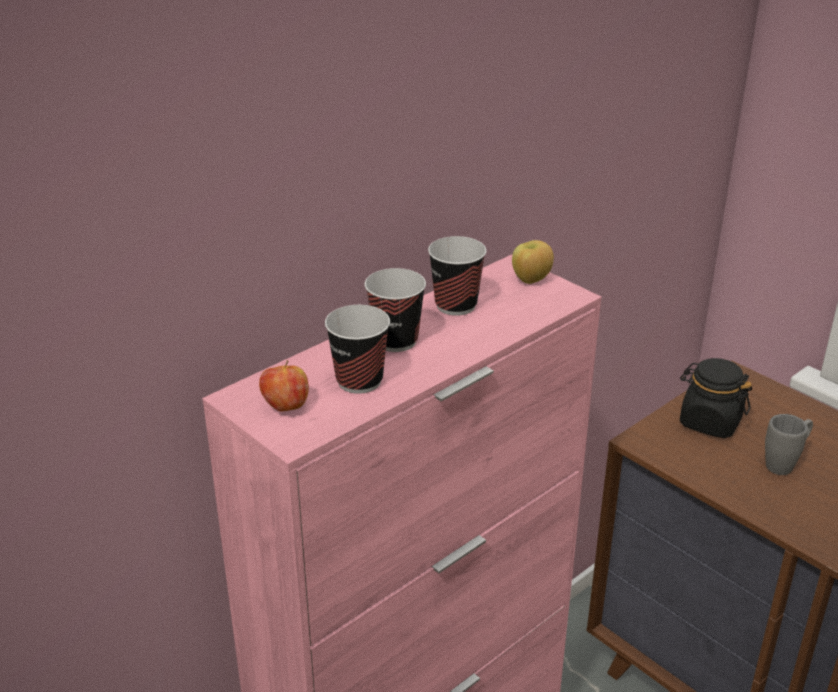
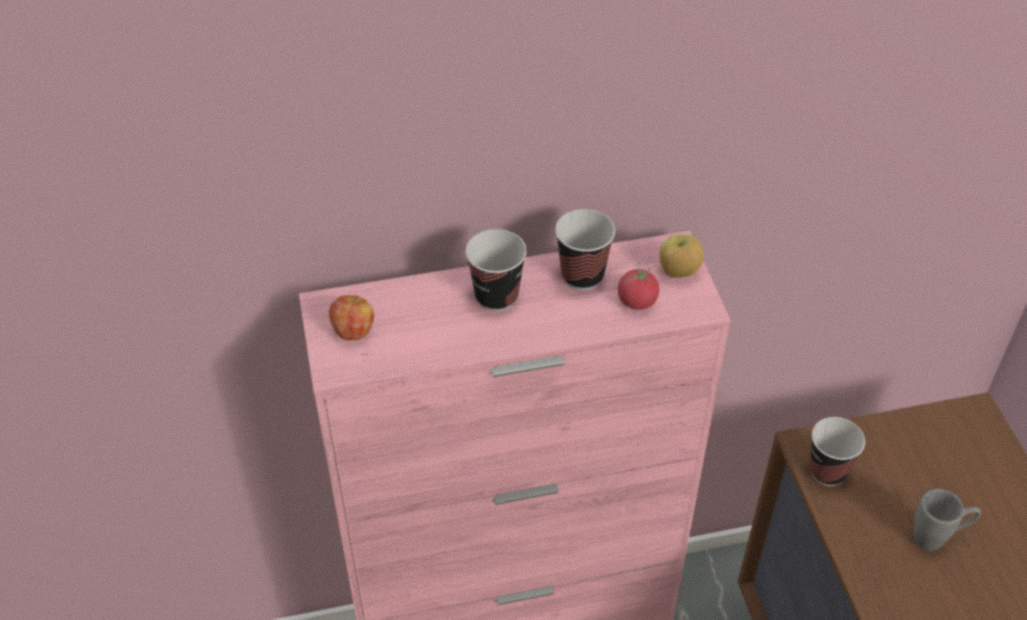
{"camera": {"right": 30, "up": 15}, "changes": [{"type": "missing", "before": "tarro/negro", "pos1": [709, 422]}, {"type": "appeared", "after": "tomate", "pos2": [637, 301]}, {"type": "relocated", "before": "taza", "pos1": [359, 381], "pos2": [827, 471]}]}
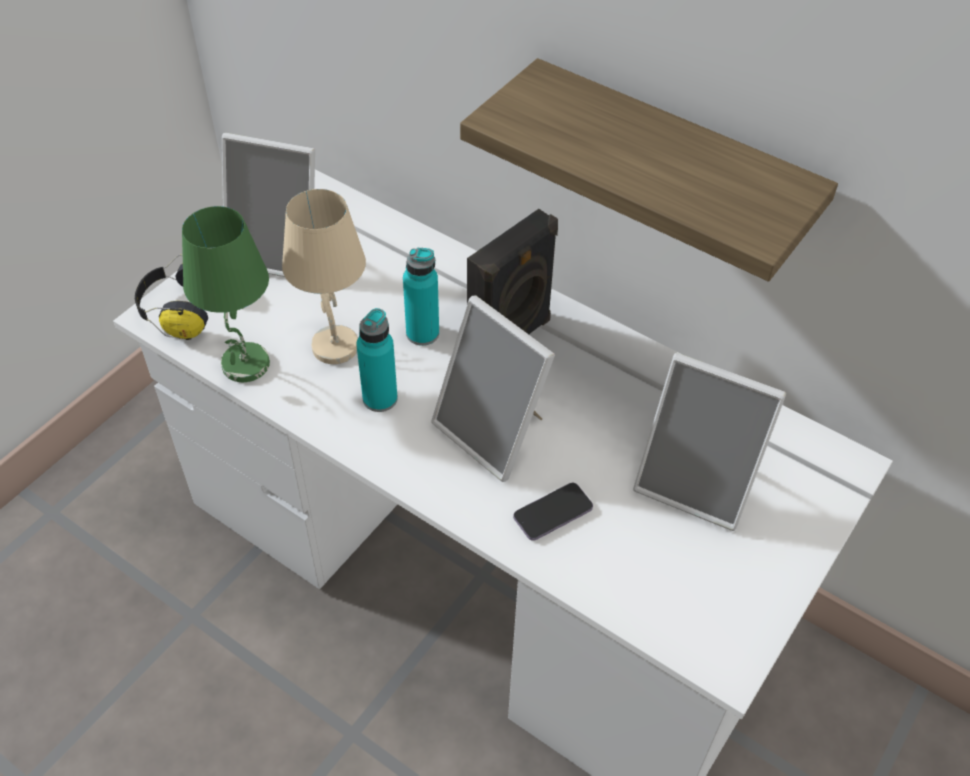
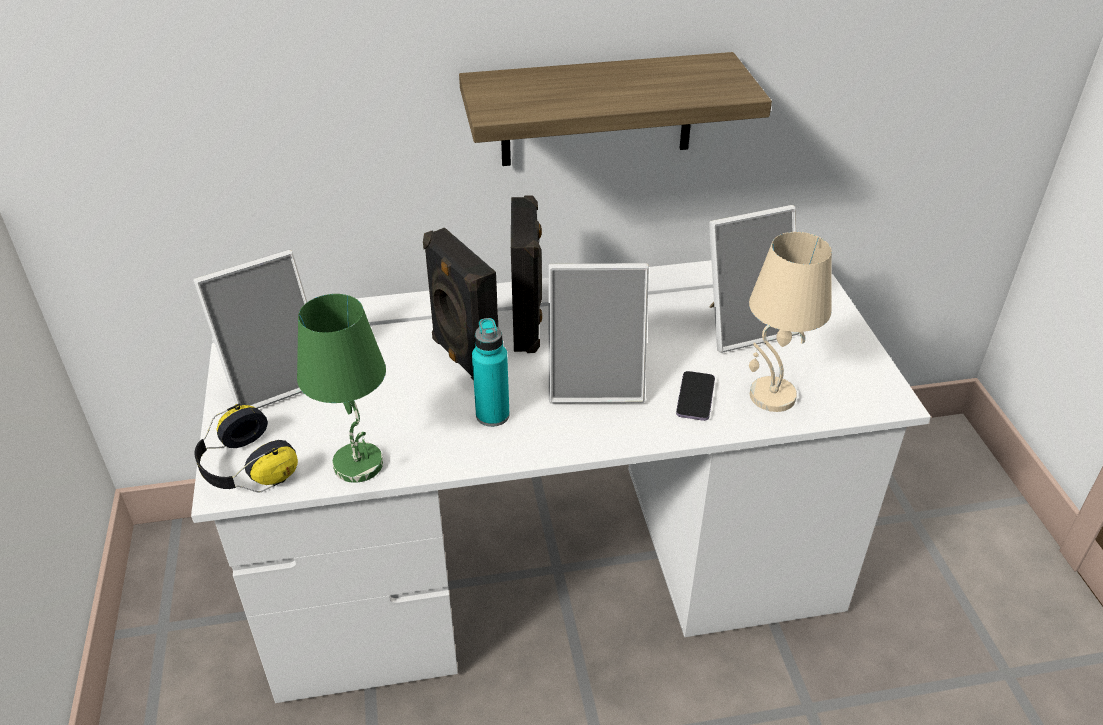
{"camera": {"right": -45, "up": -10}, "changes": [{"type": "relocated", "before": "lámpara de mesa/beis", "pos1": [334, 346], "pos2": [771, 396]}, {"type": "exchanged", "before": "botella/turquesa", "after": "altavoz/negro", "pos1": [422, 333], "pos2": [463, 359]}]}
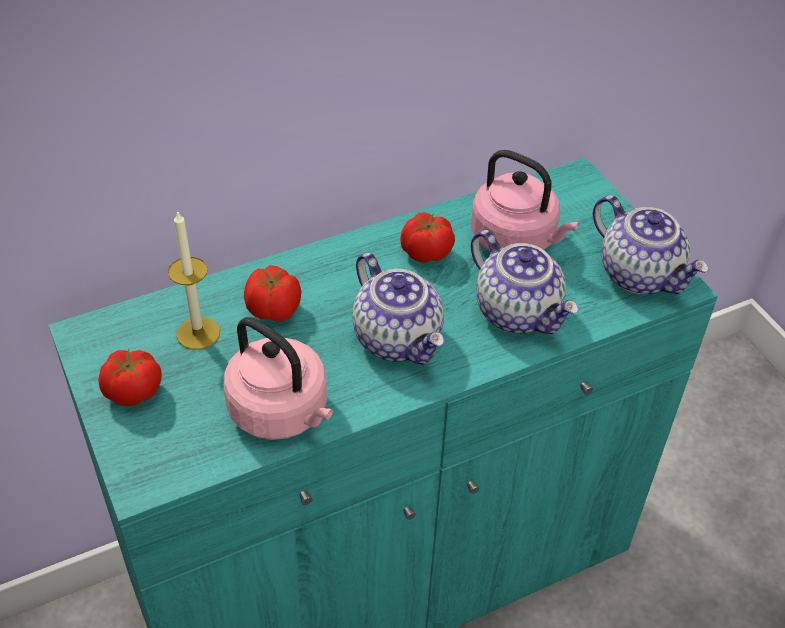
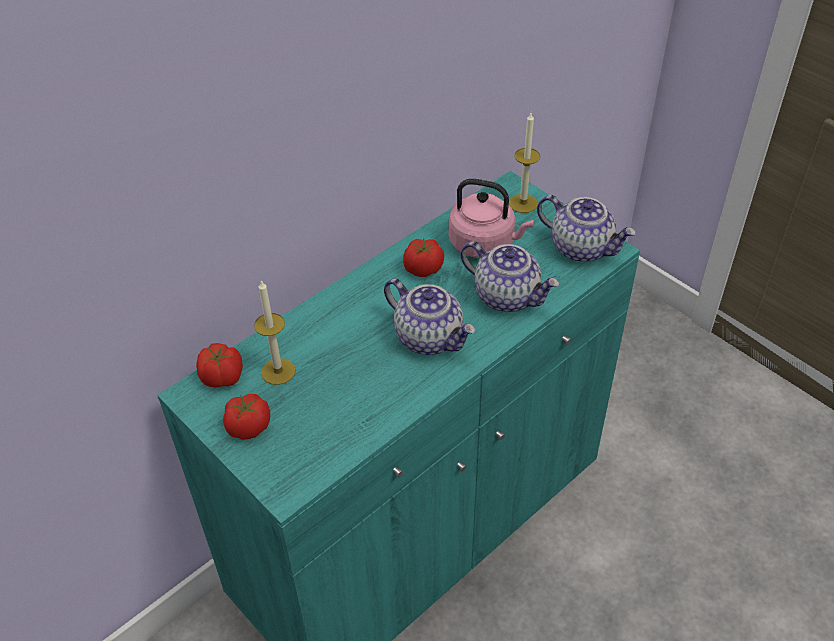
{"camera": {"right": -15, "up": 0}, "changes": [{"type": "missing", "before": "hervidor/rosa", "pos1": [282, 413]}, {"type": "appeared", "after": "vela", "pos2": [523, 203]}, {"type": "relocated", "before": "tomate", "pos1": [274, 310], "pos2": [223, 378]}]}
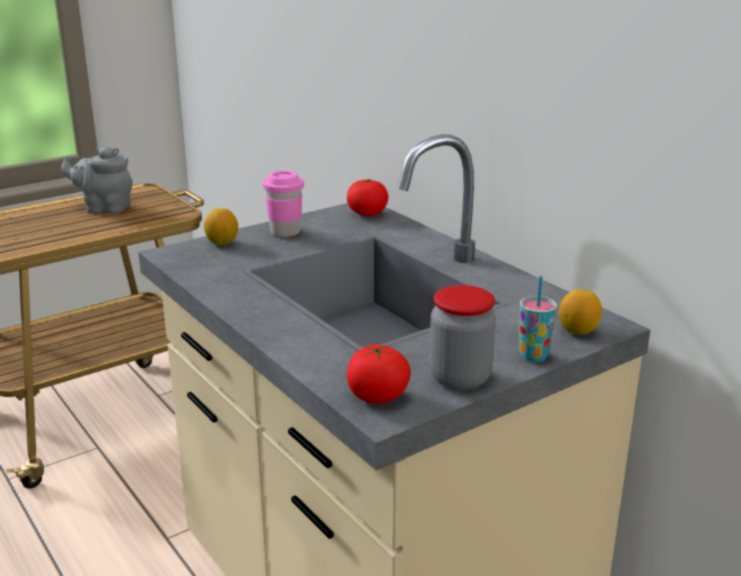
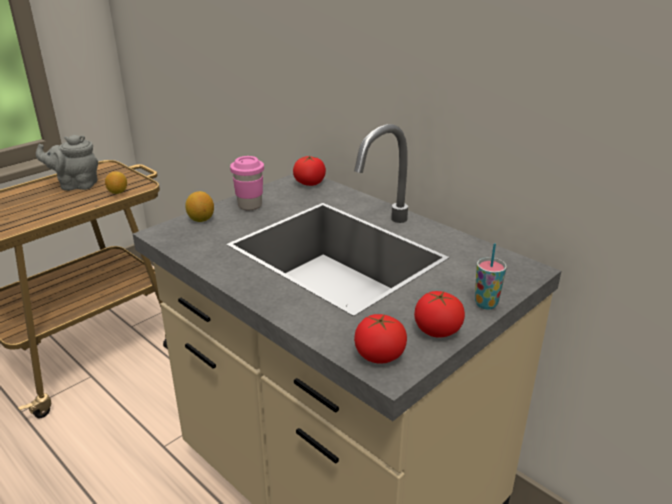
{"camera": {"right": -10, "up": 5}, "changes": [{"type": "relocated", "before": "limón", "pos1": [578, 331], "pos2": [117, 192]}, {"type": "exchanged", "before": "tarro", "after": "tomate", "pos1": [460, 378], "pos2": [437, 330]}]}
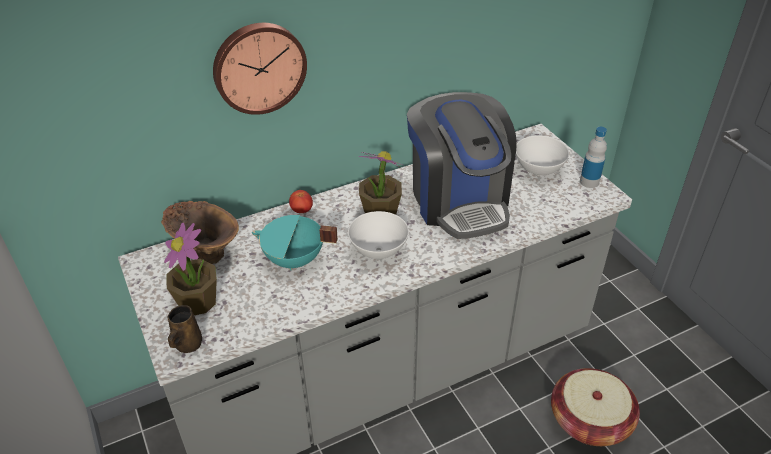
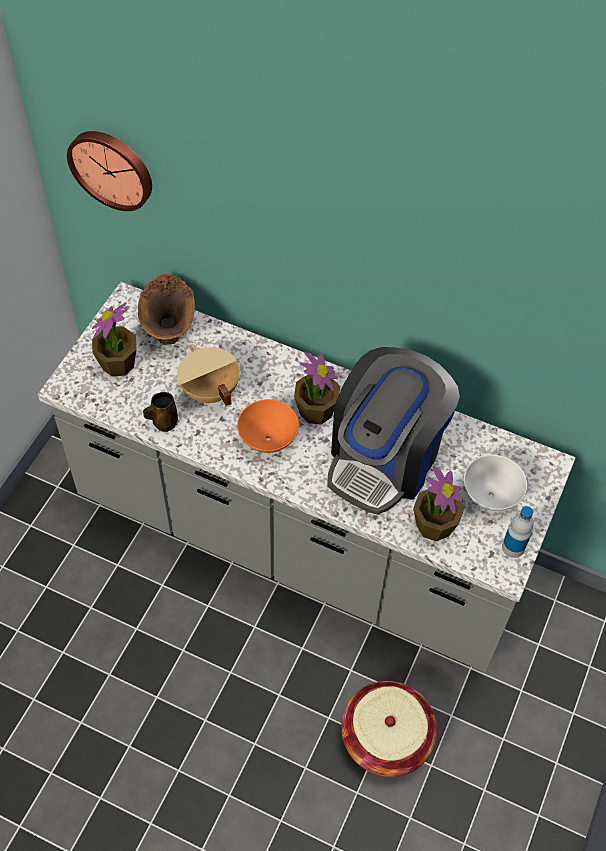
{"camera": {"right": 50, "up": 15}, "changes": [{"type": "missing", "before": "tomate", "pos1": [301, 210]}, {"type": "appeared", "after": "planta en maceta", "pos2": [434, 525]}, {"type": "relocated", "before": "taza grande/marrón", "pos1": [187, 345], "pos2": [163, 422]}, {"type": "relocated", "before": "reloj de pared", "pos1": [258, 67], "pos2": [112, 168]}, {"type": "colour", "before": "olla/turquesa", "after": "olla/beis", "pos1": [294, 260], "pos2": [209, 391]}, {"type": "colour", "before": "cuenco/blanco", "after": "cuenco/naranja", "pos1": [379, 252], "pos2": [267, 440]}]}
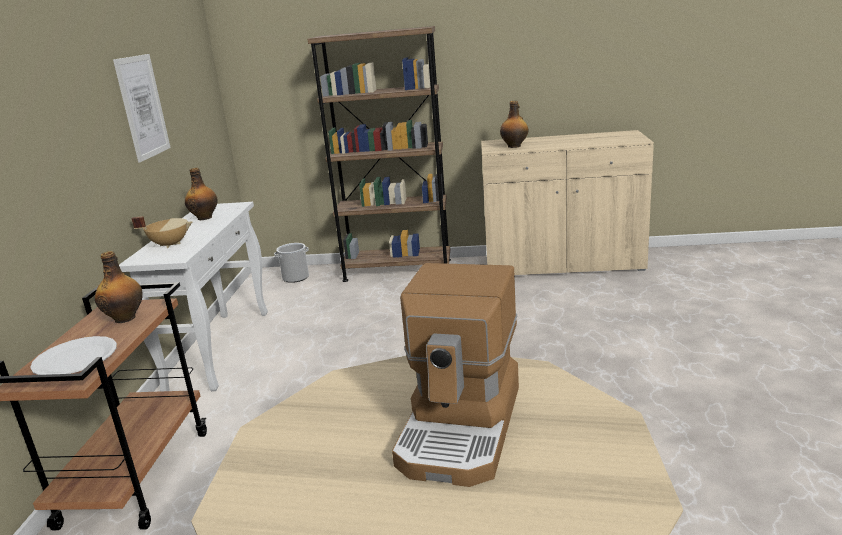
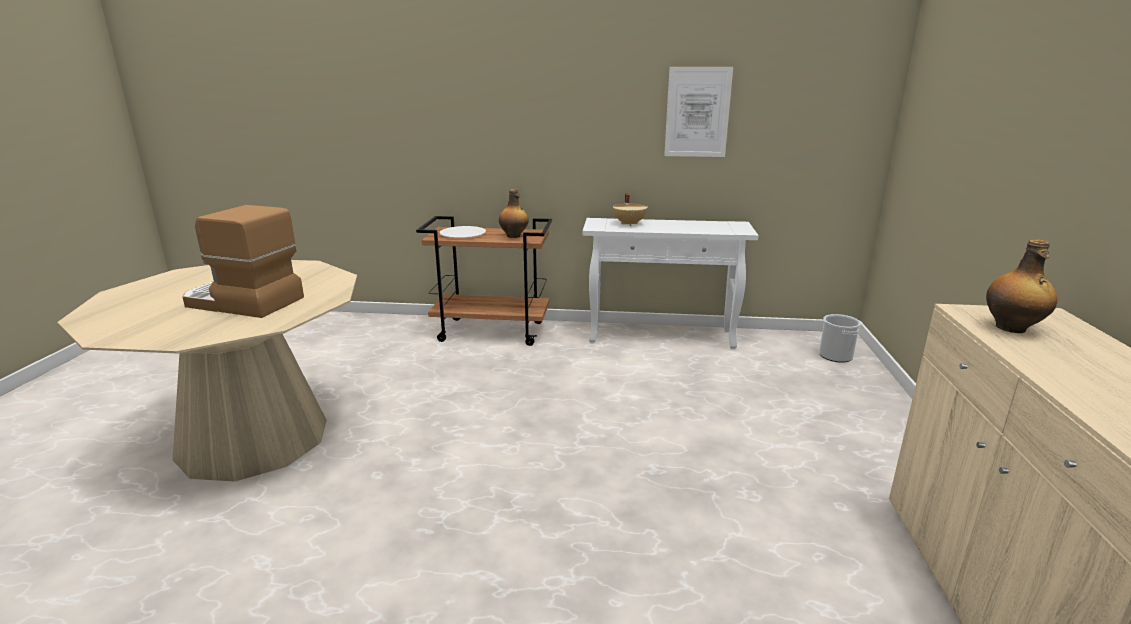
{"camera": {"right": 90, "up": 0}, "changes": [{"type": "missing", "before": "botella", "pos1": [205, 217]}, {"type": "missing", "before": "estantería/marrón", "pos1": [397, 270]}]}
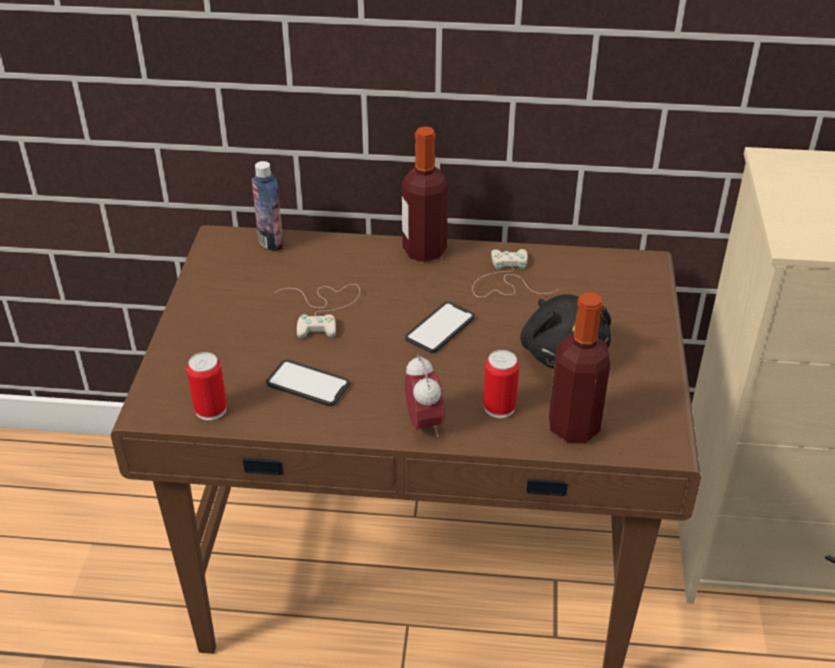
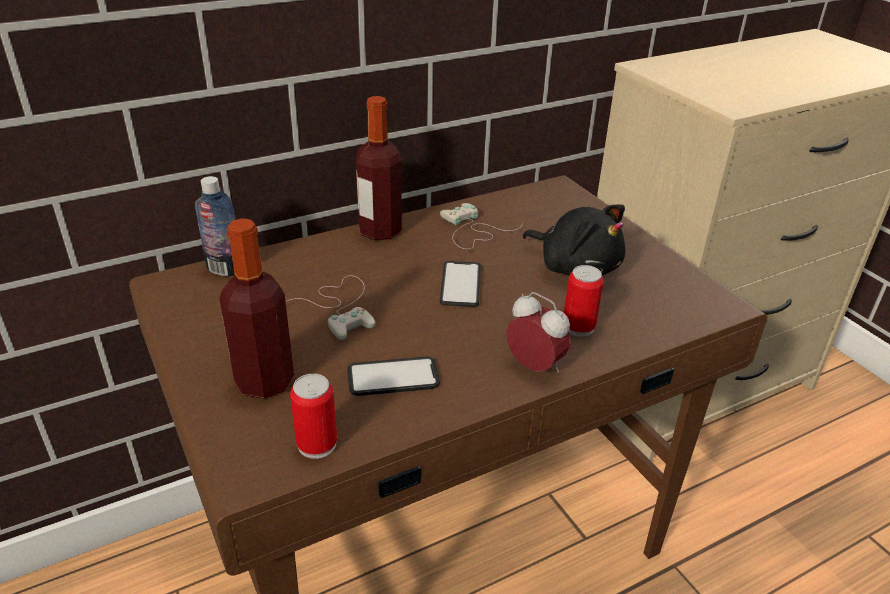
{"camera": {"right": -35, "up": -5}, "changes": [{"type": "relocated", "before": "botella", "pos1": [573, 427], "pos2": [264, 381]}]}
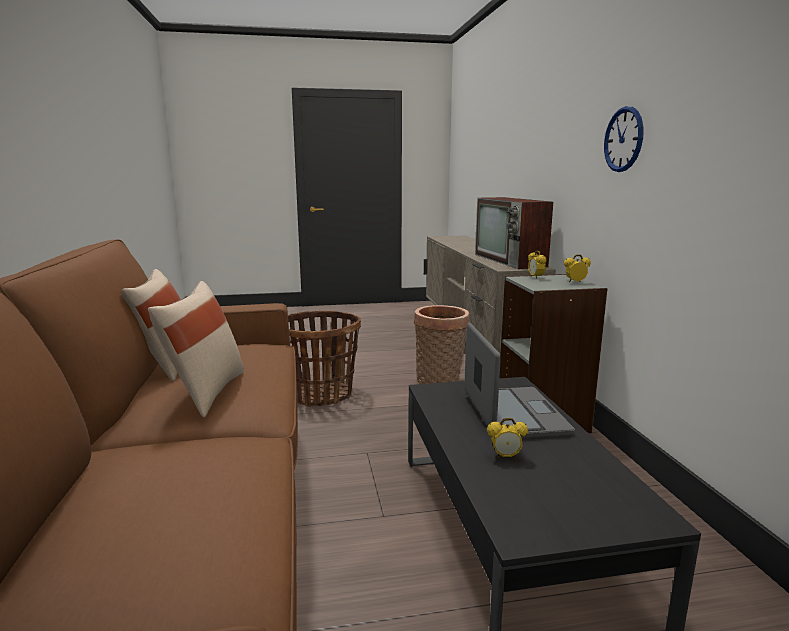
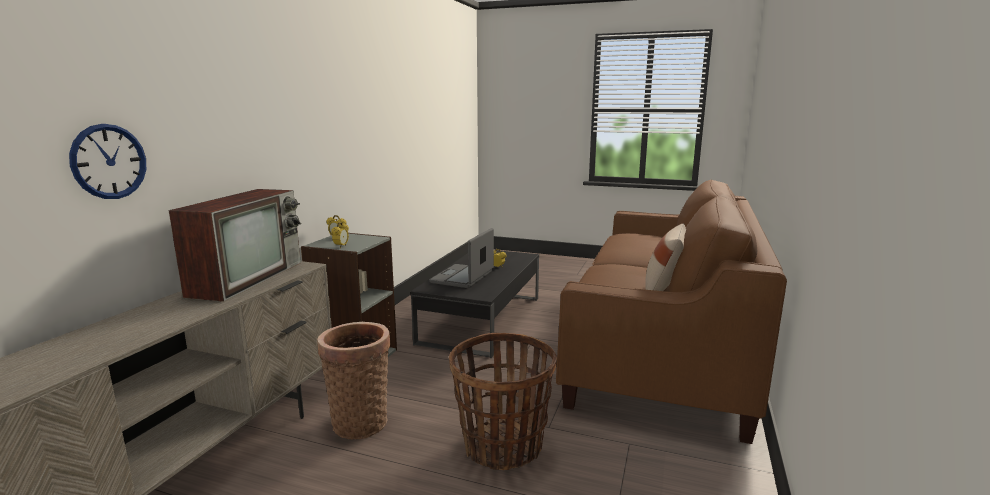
{"camera": {"right": -150, "up": 0}, "changes": [{"type": "missing", "before": "cojín/beis", "pos1": [205, 392]}, {"type": "relocated", "before": "reloj de pared", "pos1": [623, 139], "pos2": [109, 161]}]}
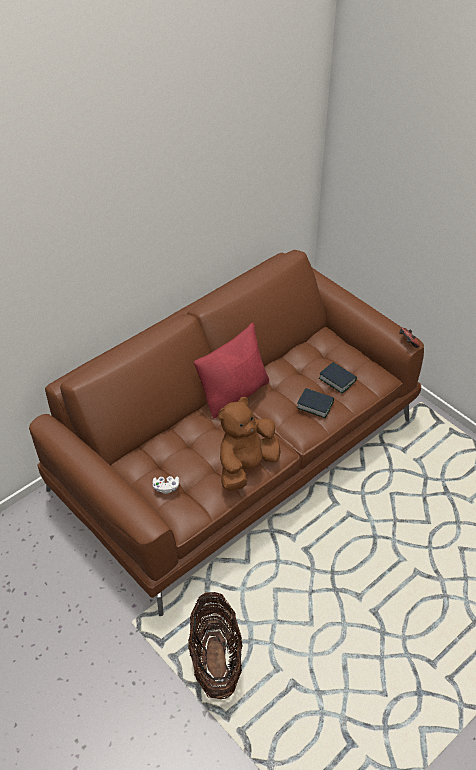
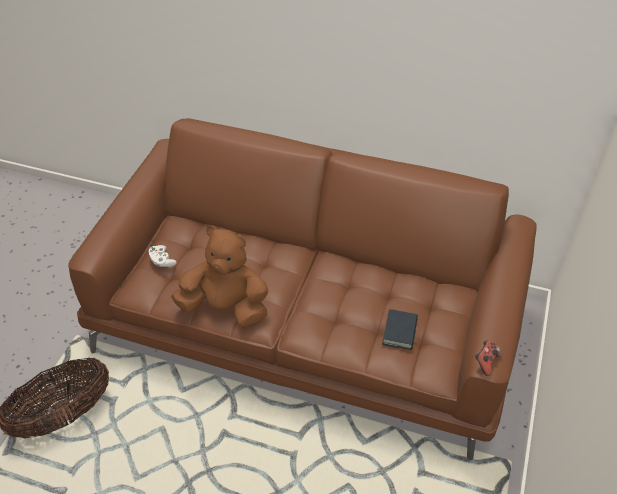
{"camera": {"right": 60, "up": 0}, "changes": [{"type": "missing", "before": "cojín/rojo", "pos1": [234, 393]}, {"type": "missing", "before": "libro", "pos1": [315, 405]}]}
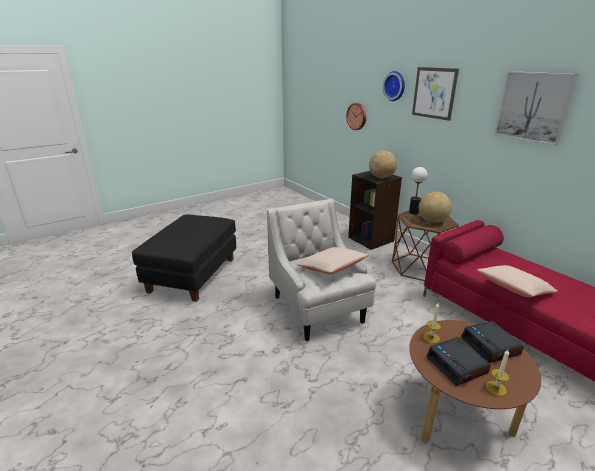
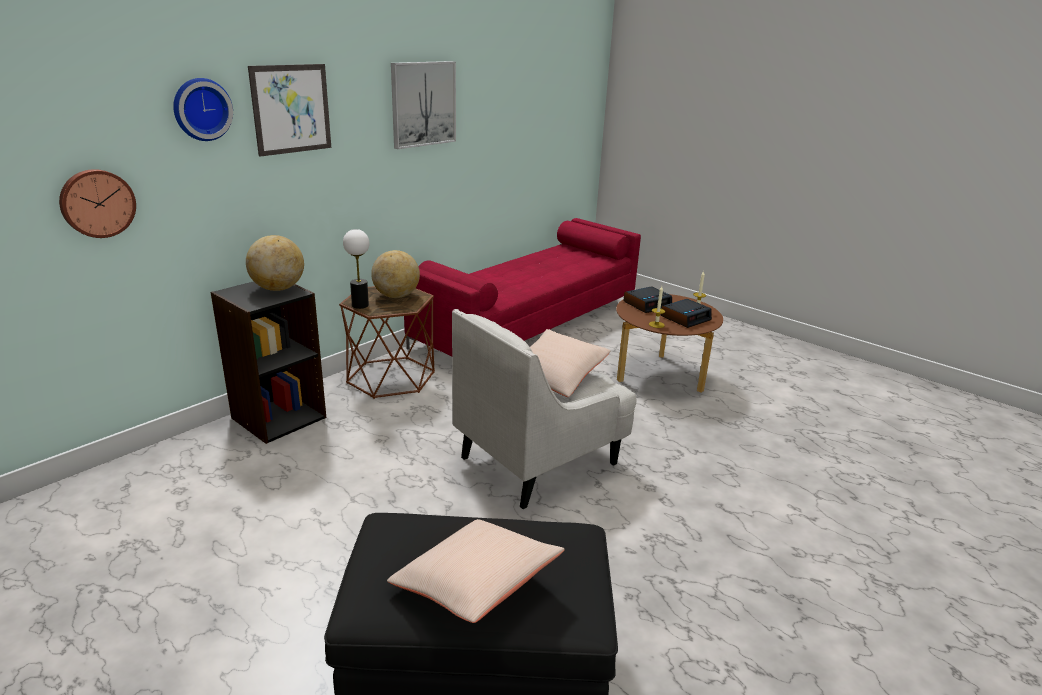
{"camera": {"right": -105, "up": 0}, "changes": [{"type": "relocated", "before": "cojín/beis", "pos1": [513, 290], "pos2": [475, 585]}]}
